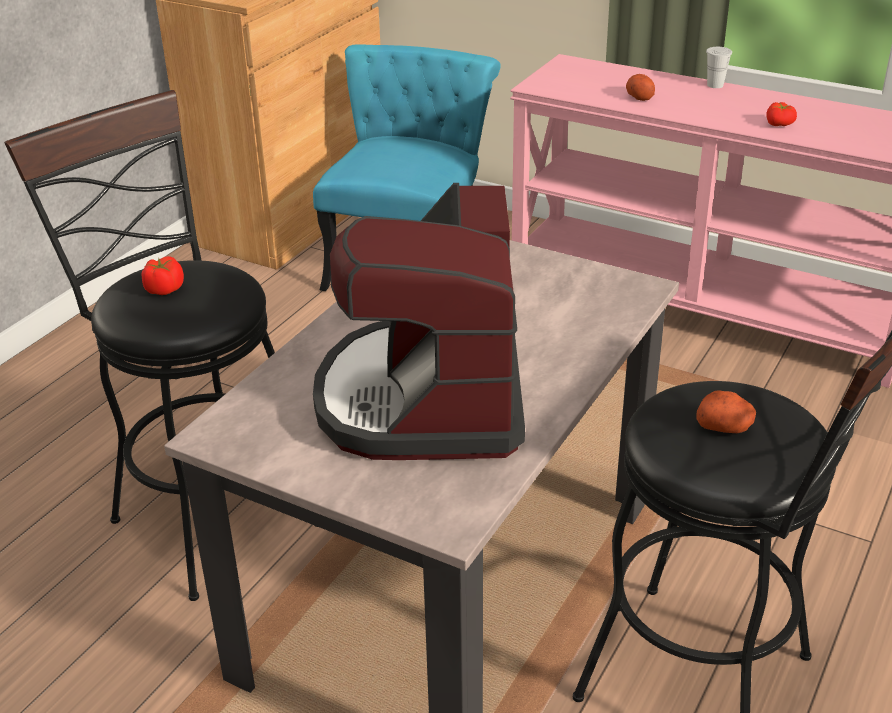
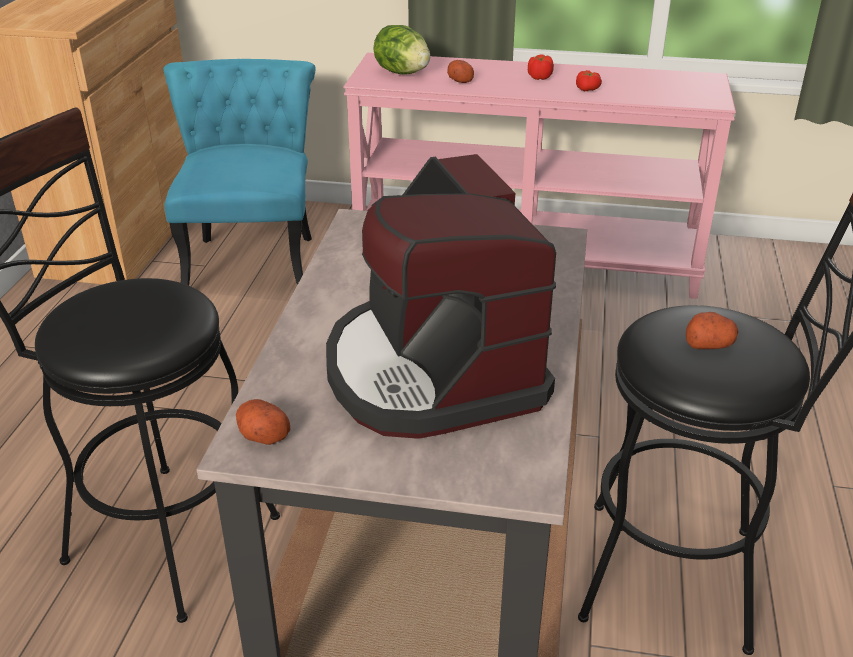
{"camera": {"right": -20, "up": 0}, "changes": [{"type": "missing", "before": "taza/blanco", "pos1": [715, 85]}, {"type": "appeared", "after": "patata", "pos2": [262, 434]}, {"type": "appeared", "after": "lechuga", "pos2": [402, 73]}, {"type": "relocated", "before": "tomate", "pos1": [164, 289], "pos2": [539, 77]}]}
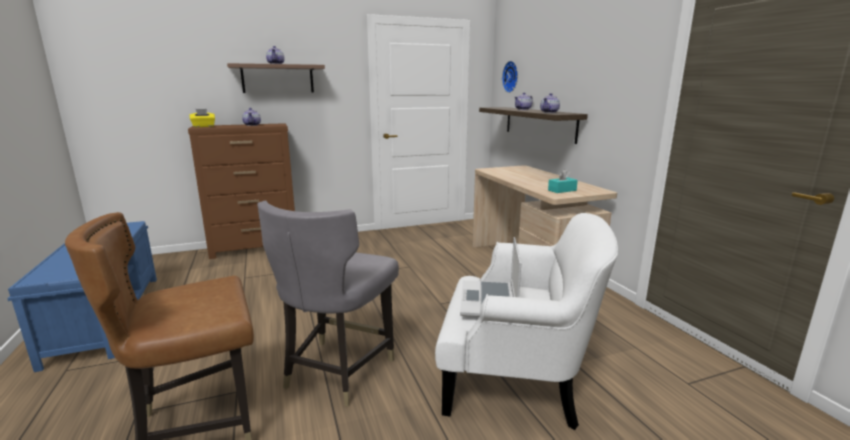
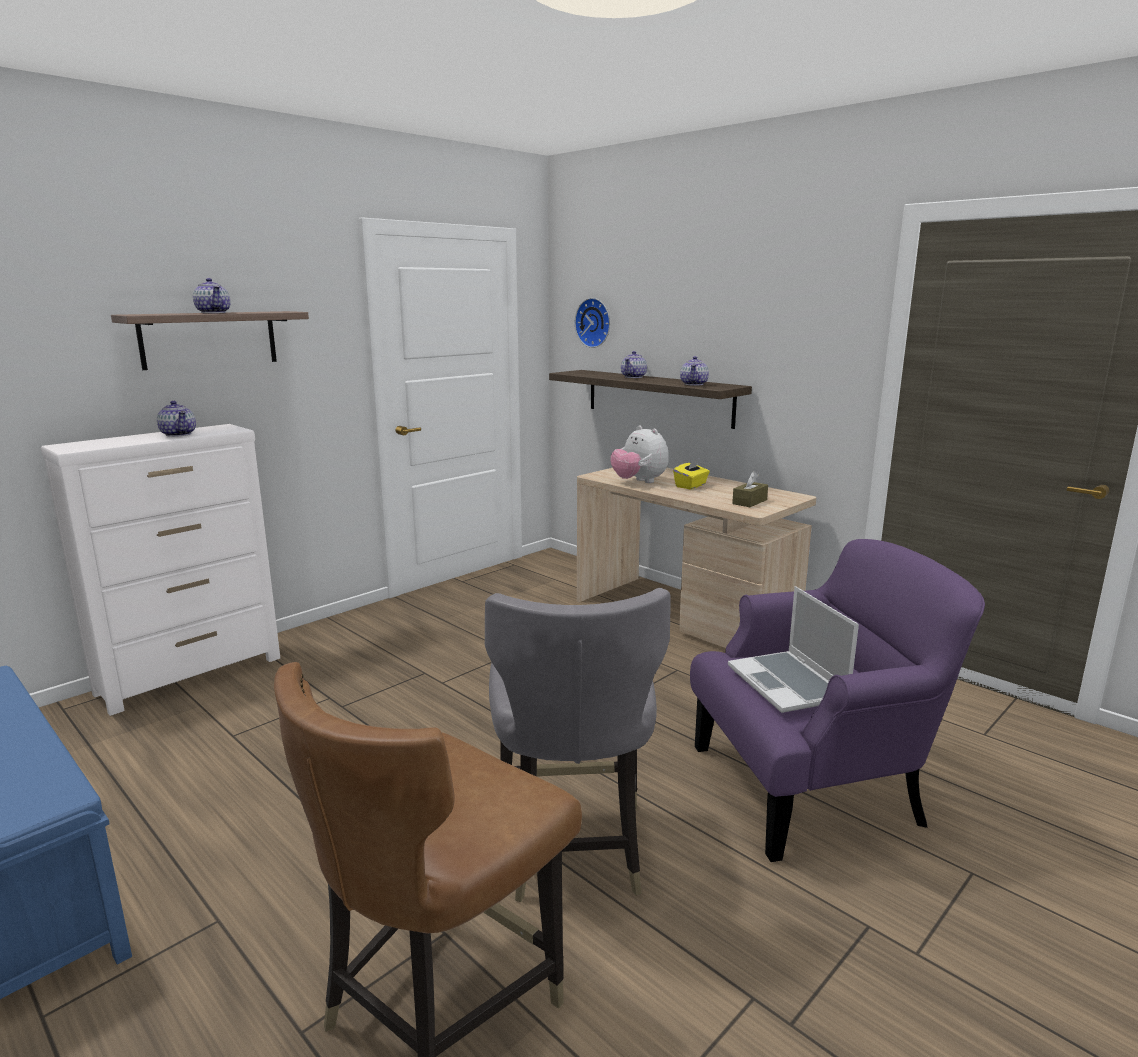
{"camera": {"right": -25, "up": 0}, "changes": [{"type": "appeared", "after": "peluche", "pos2": [639, 482]}, {"type": "relocated", "before": "caja de pañuelos/amarillo", "pos1": [203, 126], "pos2": [691, 486]}, {"type": "colour", "before": "cómoda/marrón", "after": "cómoda/blanco", "pos1": [255, 249], "pos2": [192, 675]}, {"type": "colour", "before": "sillón/blanco", "after": "sillón/morado", "pos1": [516, 380], "pos2": [812, 786]}, {"type": "colour", "before": "caja de pañuelos/turquesa", "after": "caja de pañuelos/marrón", "pos1": [562, 190], "pos2": [749, 502]}]}
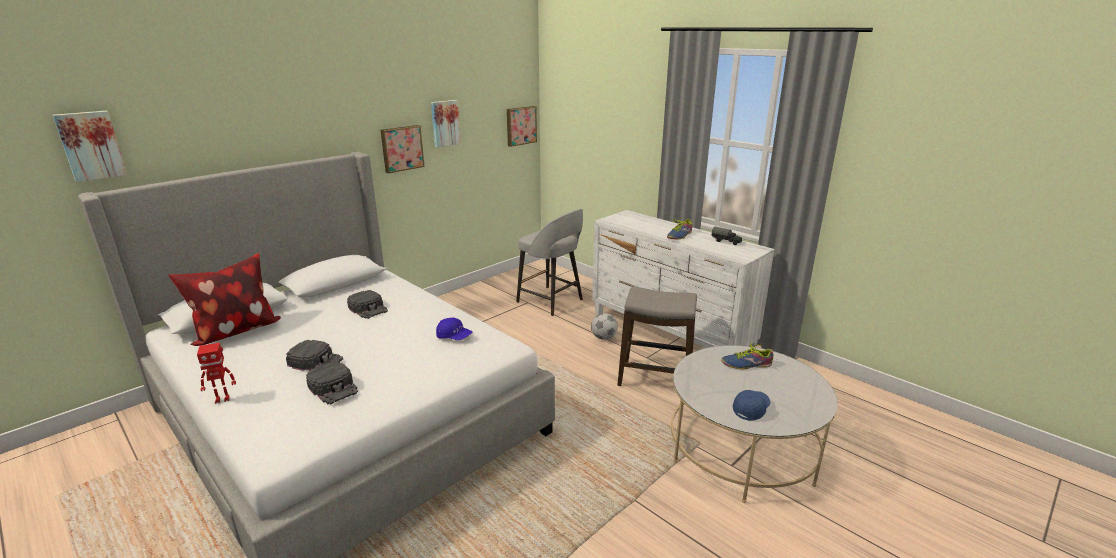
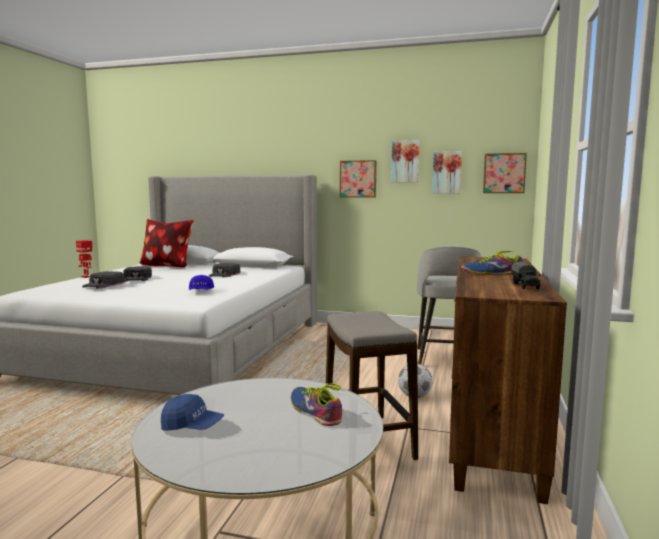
{"camera": {"right": 60, "up": -15}, "changes": [{"type": "relocated", "before": "cuadro", "pos1": [91, 145], "pos2": [447, 172]}, {"type": "colour", "before": "cómoda/blanco", "after": "cómoda/marrón", "pos1": [669, 333], "pos2": [490, 428]}]}
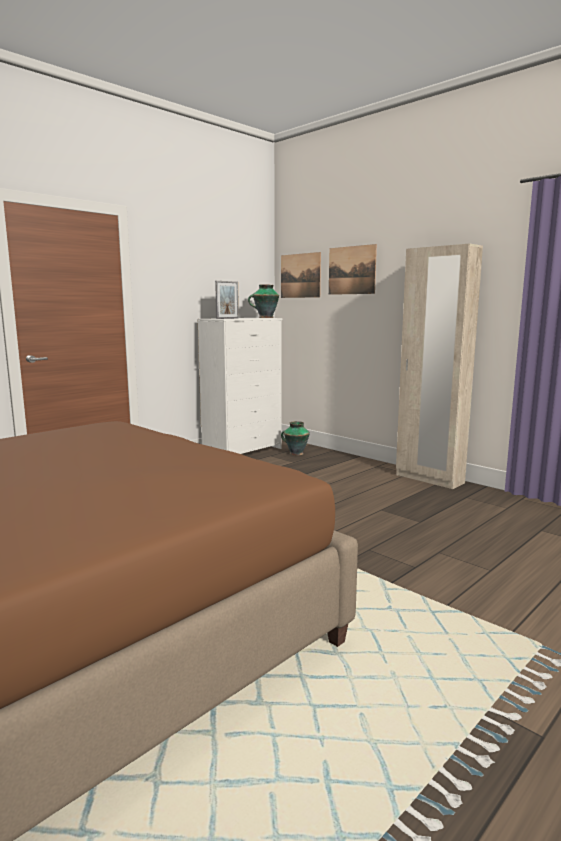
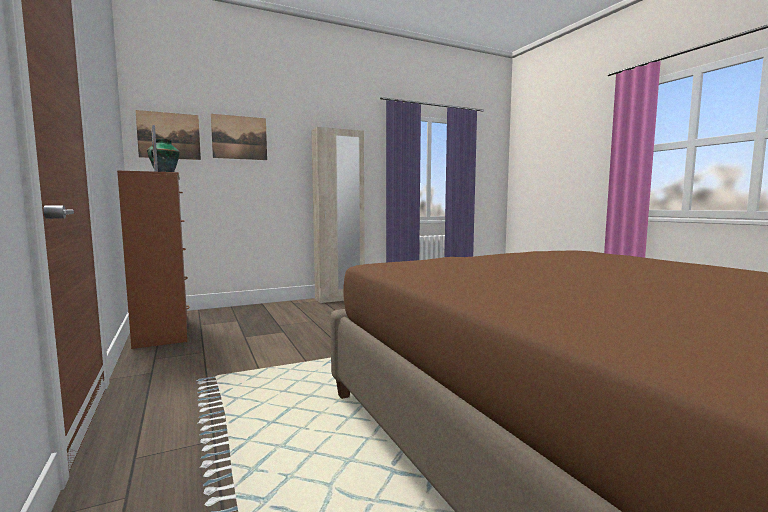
{"camera": {"right": -70, "up": -5}, "changes": [{"type": "missing", "before": "florero", "pos1": [295, 453]}, {"type": "colour", "before": "cómoda/blanco", "after": "cómoda/marrón", "pos1": [243, 451], "pos2": [163, 331]}]}
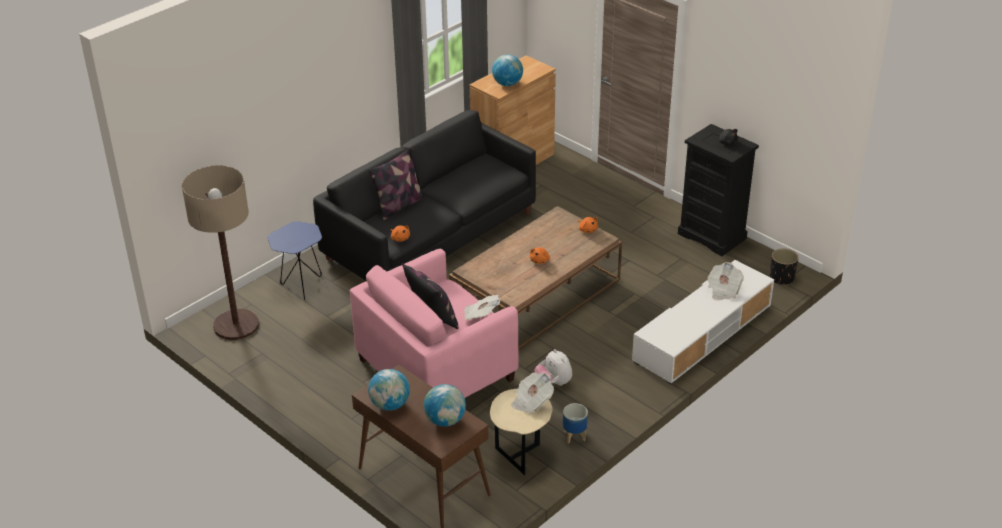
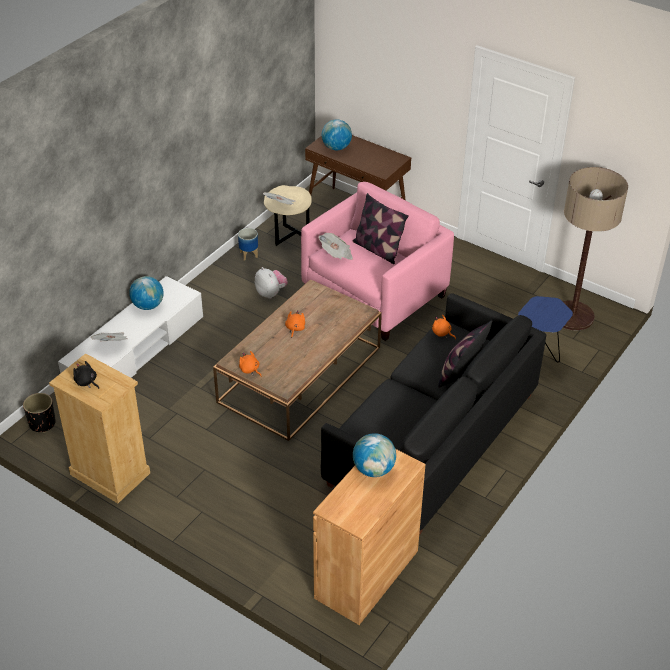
{"camera": {"right": 170, "up": 5}, "changes": [{"type": "relocated", "before": "globo terráqueo", "pos1": [390, 404], "pos2": [148, 305]}, {"type": "colour", "before": "cómoda/negro", "after": "cómoda/beis", "pos1": [712, 236], "pos2": [109, 474]}]}
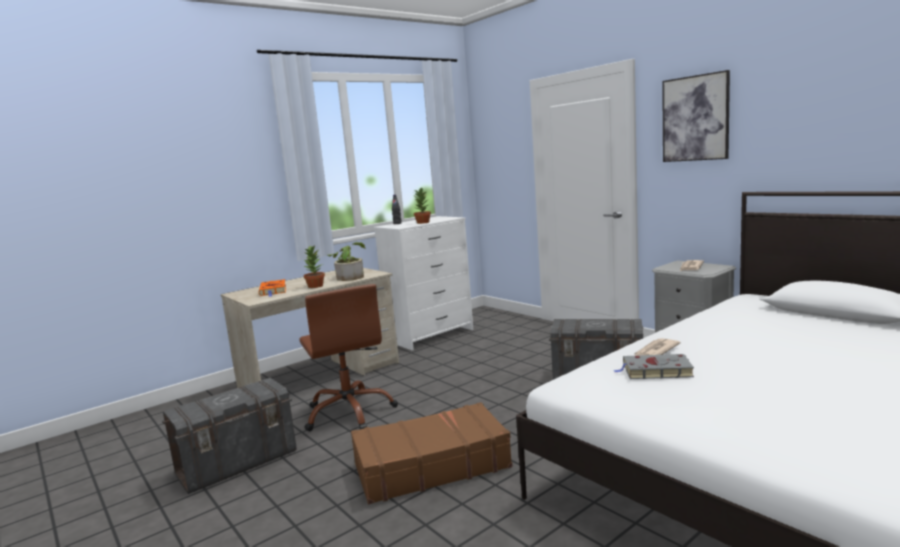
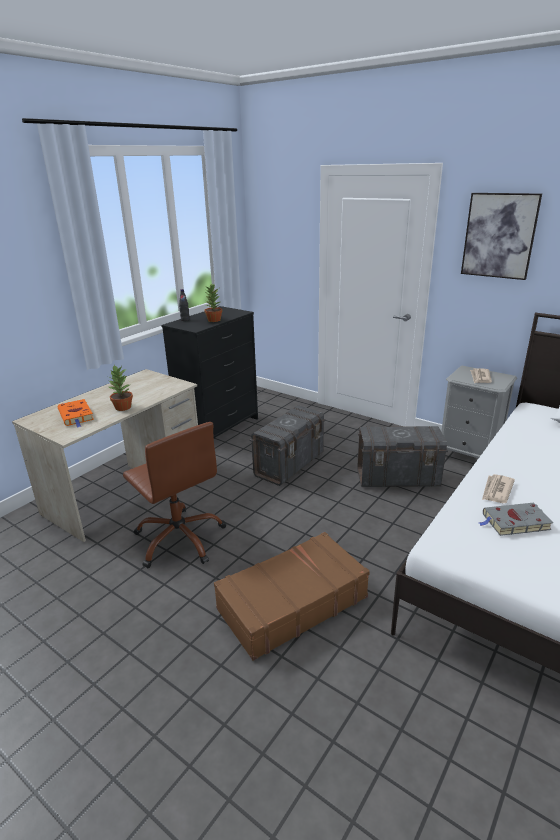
{"camera": {"right": -15, "up": 15}, "changes": [{"type": "missing", "before": "planta en maceta", "pos1": [350, 277]}, {"type": "relocated", "before": "caja de almacenaje/gris", "pos1": [238, 463], "pos2": [289, 464]}, {"type": "colour", "before": "cómoda/blanco", "after": "cómoda/negro", "pos1": [431, 335], "pos2": [219, 428]}]}
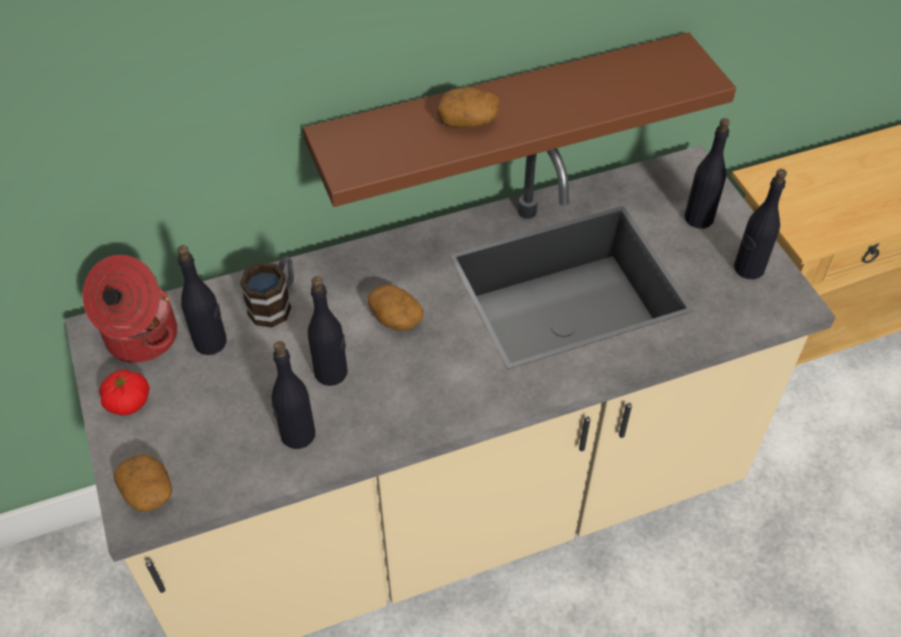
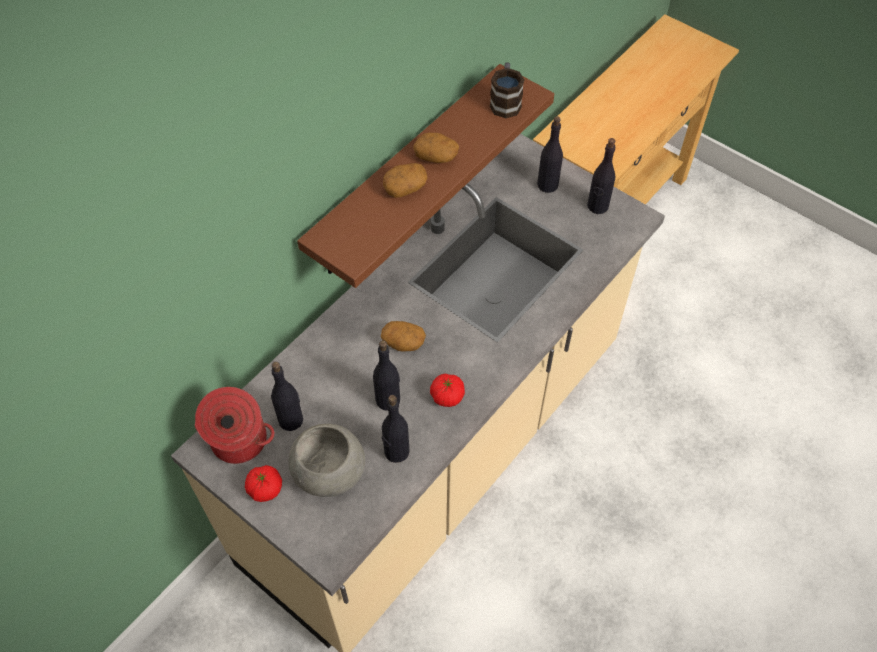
{"camera": {"right": -30, "up": 5}, "changes": [{"type": "appeared", "after": "cuenco/gris", "pos2": [329, 474]}, {"type": "appeared", "after": "tomate", "pos2": [447, 396]}, {"type": "relocated", "before": "patata", "pos1": [148, 492], "pos2": [436, 156]}, {"type": "relocated", "before": "taza grande", "pos1": [275, 304], "pos2": [505, 101]}]}
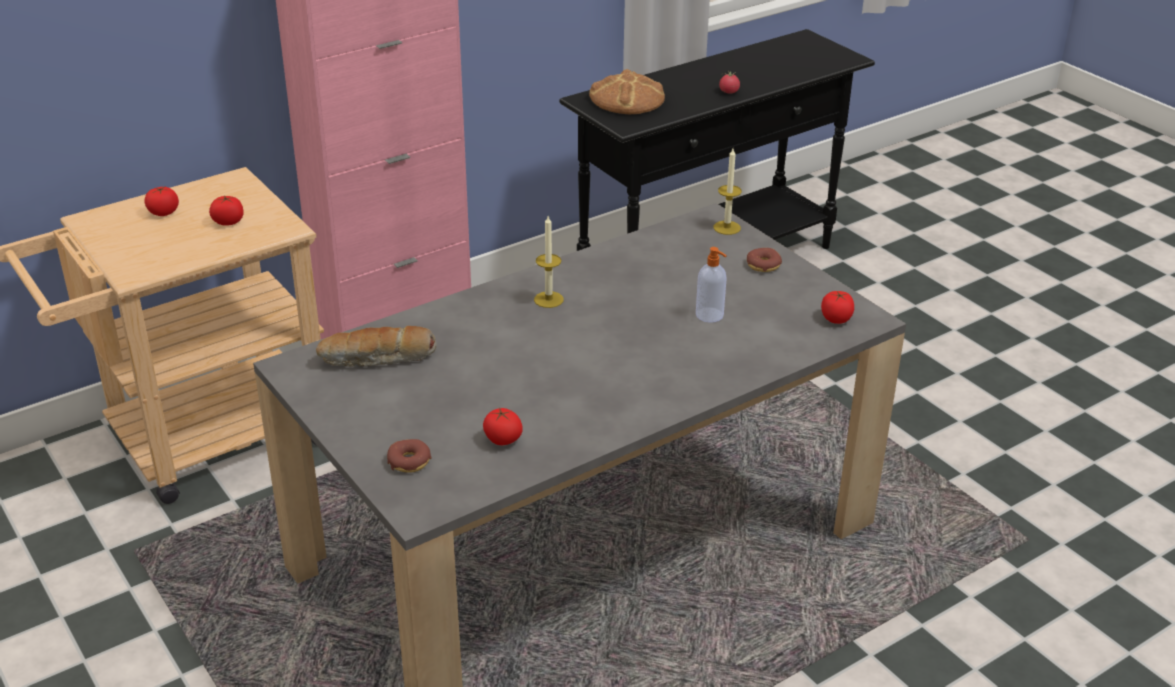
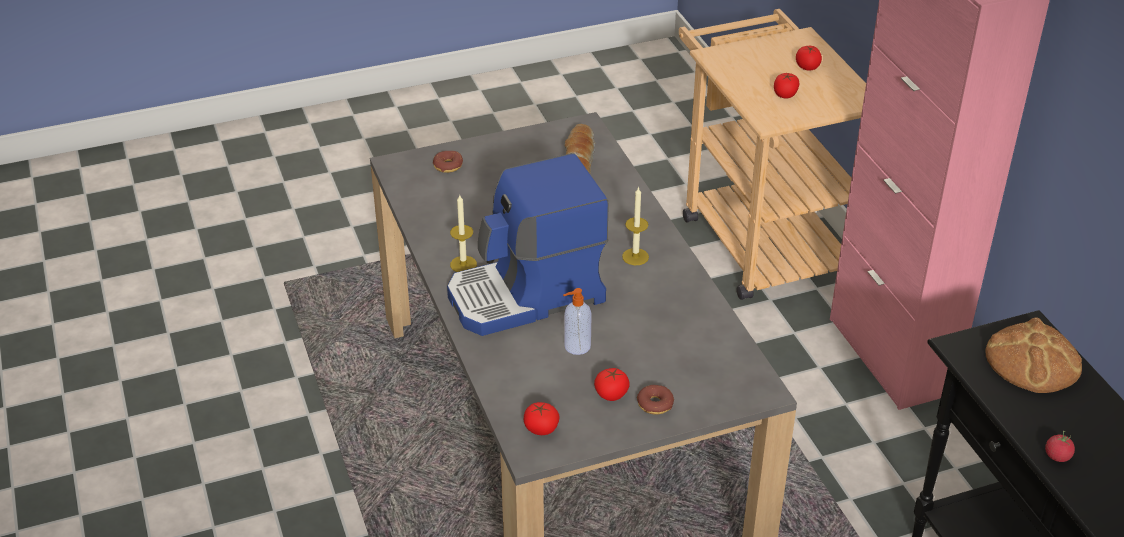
{"camera": {"right": 105, "up": 5}, "changes": [{"type": "appeared", "after": "cafetera", "pos2": [527, 296]}, {"type": "relocated", "before": "tomate", "pos1": [502, 439], "pos2": [611, 394]}, {"type": "relocated", "before": "vela", "pos1": [727, 227], "pos2": [463, 264]}]}
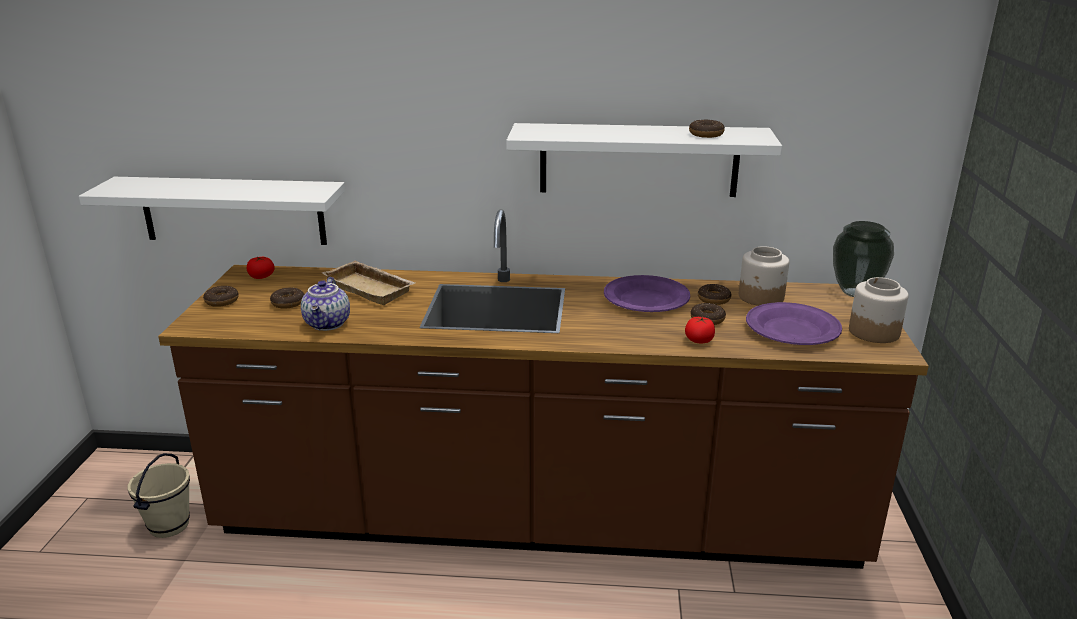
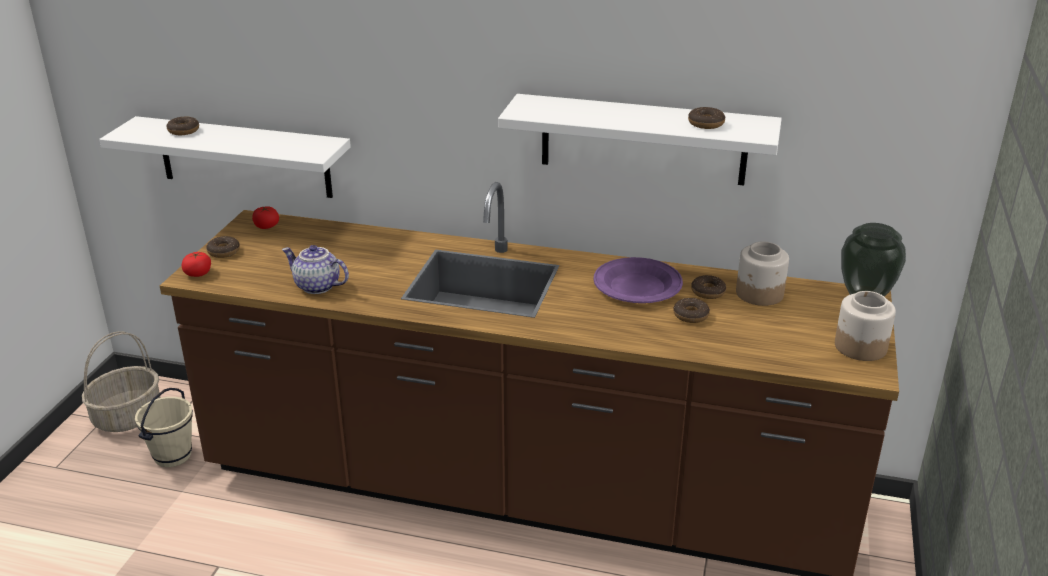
{"camera": {"right": 10, "up": 5}, "changes": [{"type": "missing", "before": "bandeja/beis", "pos1": [372, 288]}, {"type": "missing", "before": "plato/morado", "pos1": [793, 329]}, {"type": "appeared", "after": "cesta", "pos2": [128, 416]}, {"type": "relocated", "before": "rosquilla", "pos1": [288, 303], "pos2": [183, 131]}, {"type": "relocated", "before": "tomate", "pos1": [699, 340], "pos2": [198, 273]}, {"type": "spun", "before": "tetera", "pos1": [328, 324], "pos2": [316, 286], "turn": 105}]}
